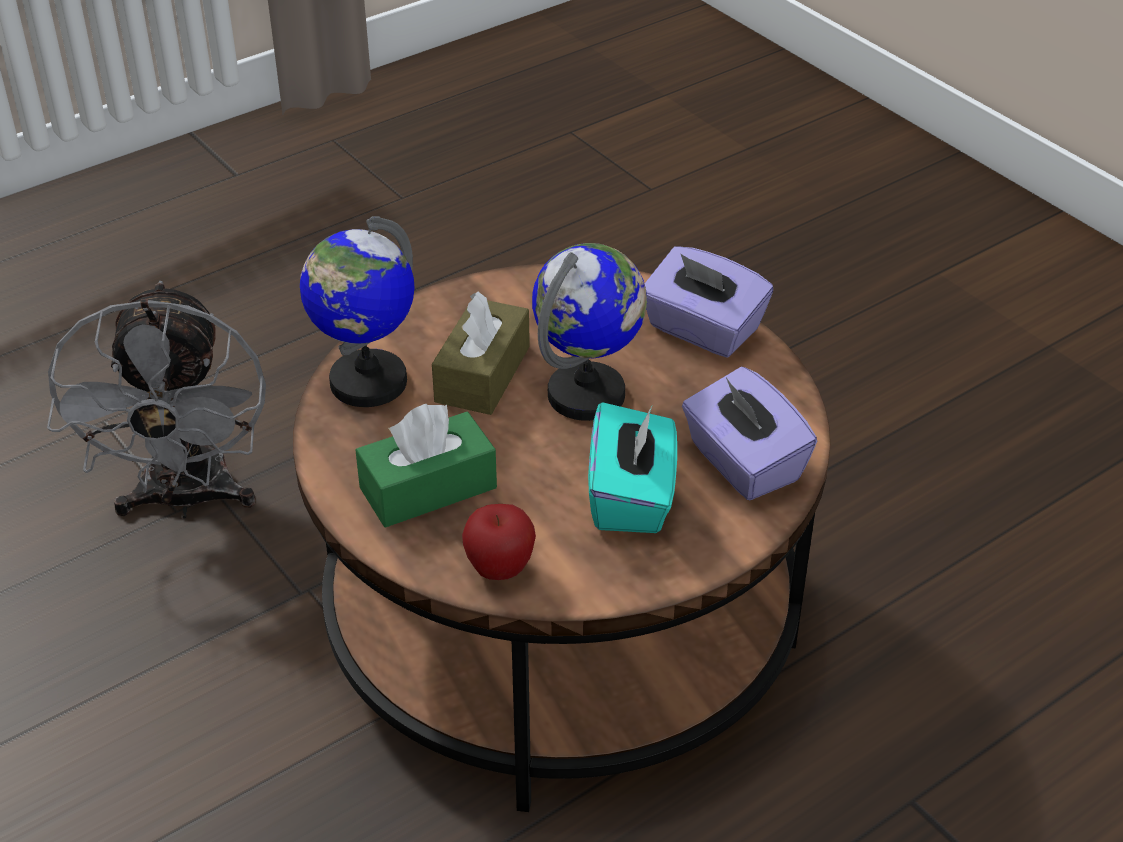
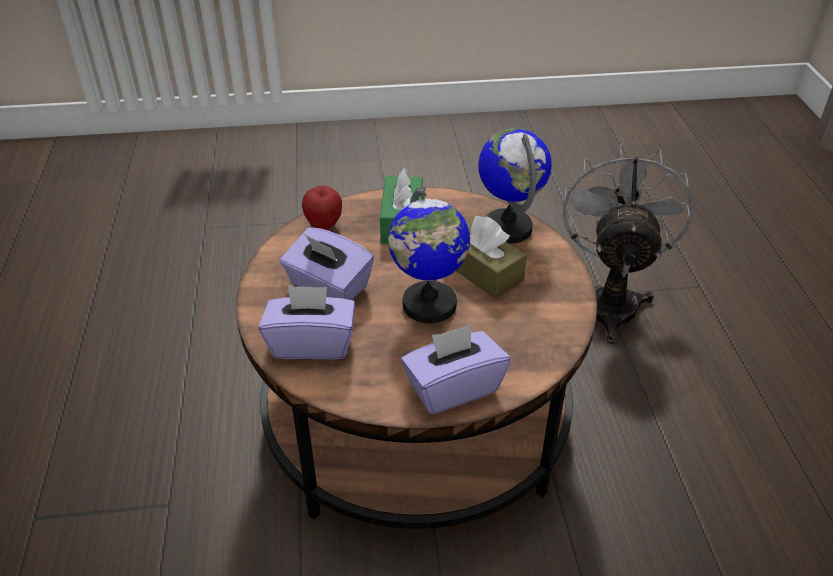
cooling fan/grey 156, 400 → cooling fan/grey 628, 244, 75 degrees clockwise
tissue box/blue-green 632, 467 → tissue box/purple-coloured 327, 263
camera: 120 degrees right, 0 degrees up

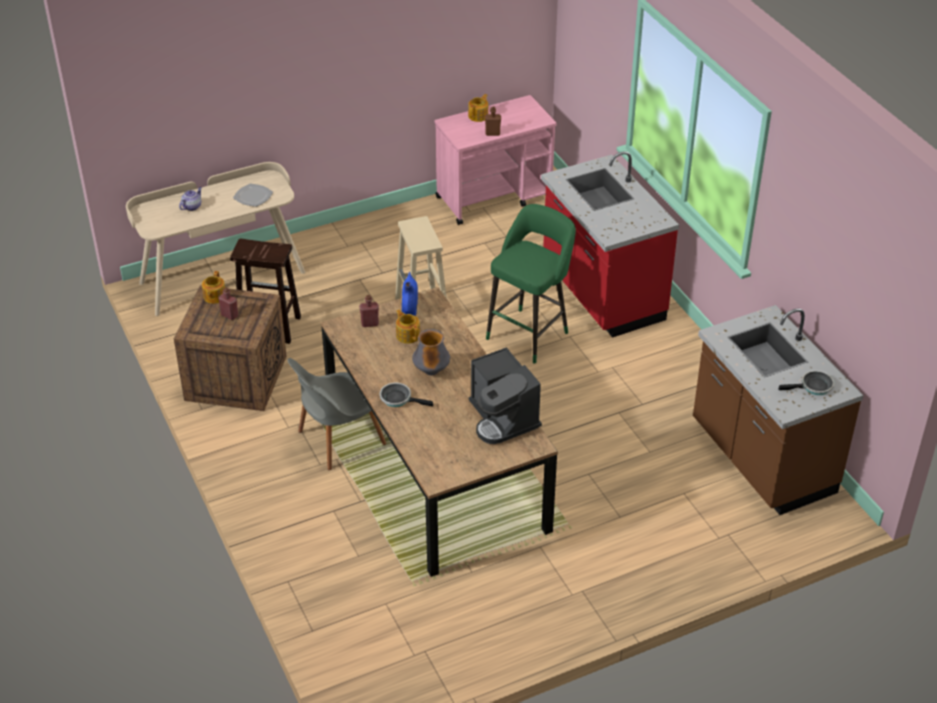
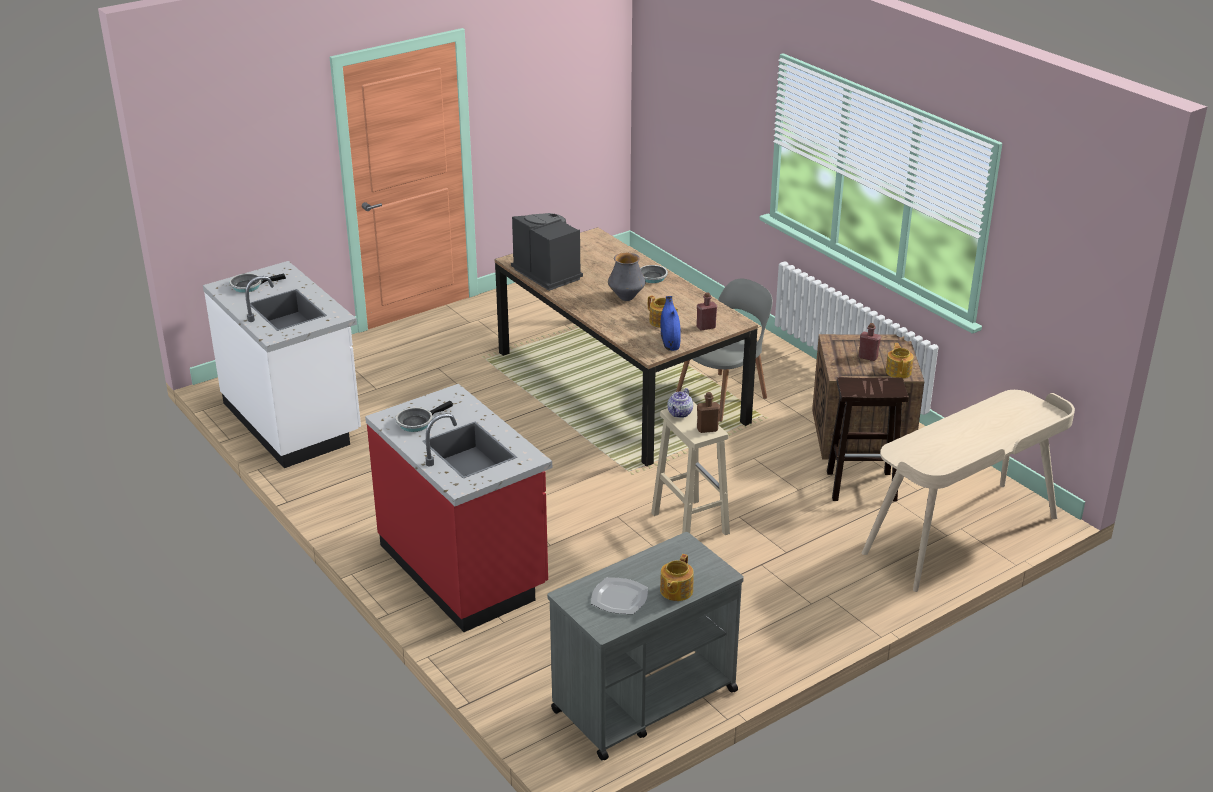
cart/pink-coloured 496, 160 → cart/grey 645, 646
beverage bottle/brown 493, 121 → beverage bottle/brown 708, 412, move
dinner plate 253, 195 → dinner plate 619, 595, move
pot for tea 190, 199 → pot for tea 680, 403, move
sitting stool/green 531, 284 → -
counter/brown 778, 410 → counter/white 282, 364
- → frying pan 424, 416
camera: 170 degrees right, 10 degrees down

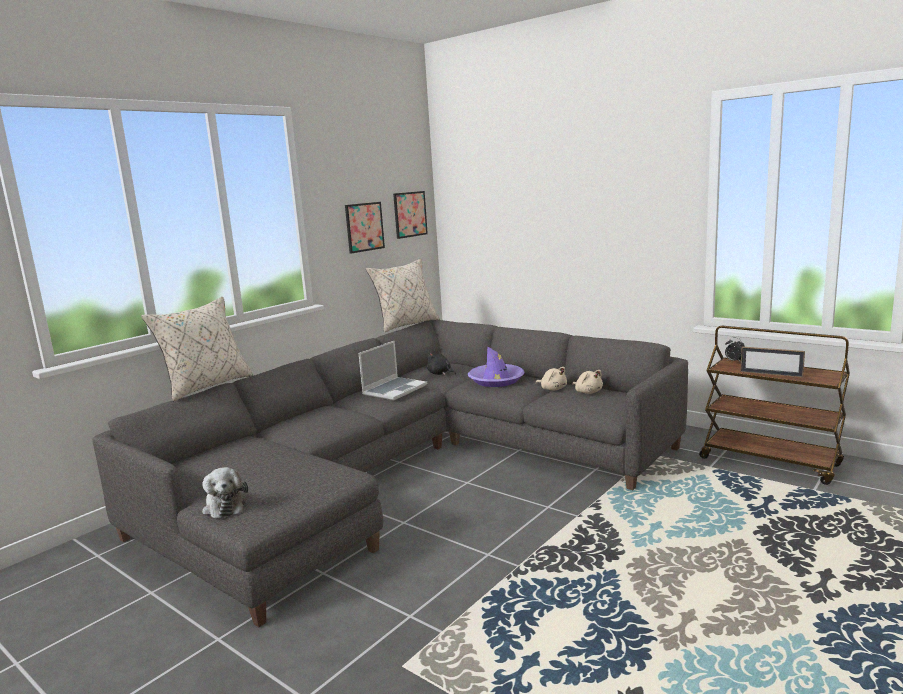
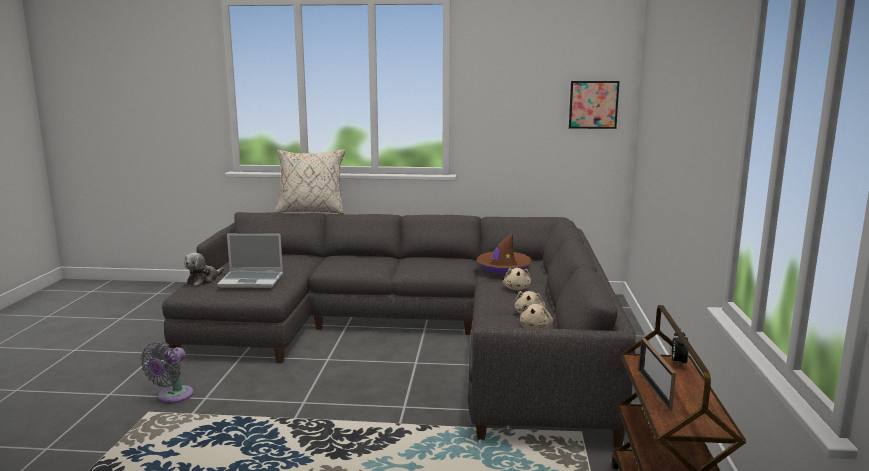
wall art 365, 228 → -
cushion/beige-coloured 403, 295 → -
laptop 393, 370 → laptop 250, 261, move
wearable hat/purple-coloured 496, 366 → cuddly toy/beige-coloured 517, 279
cuddly toy/blackish 441, 363 → wearable hat/brown 504, 254
- → cooling fan/grey 167, 373
camera: 55 degrees right, 0 degrees up

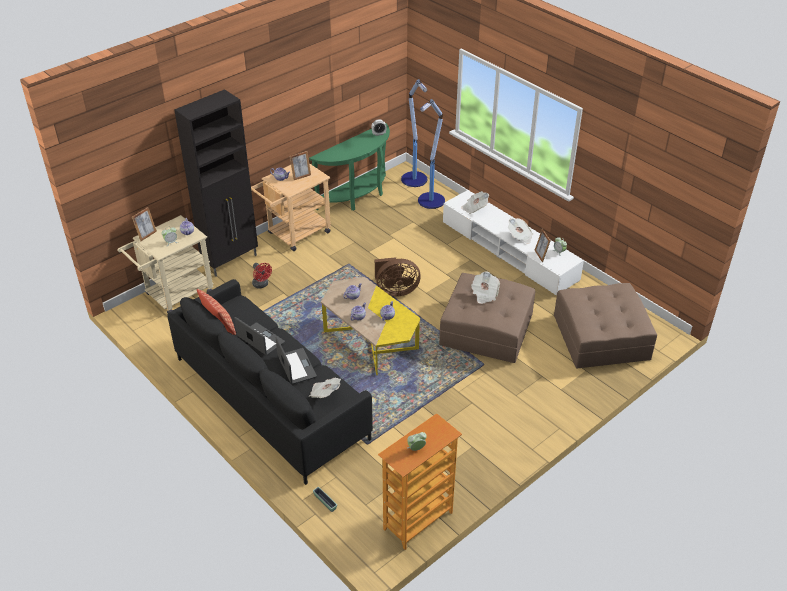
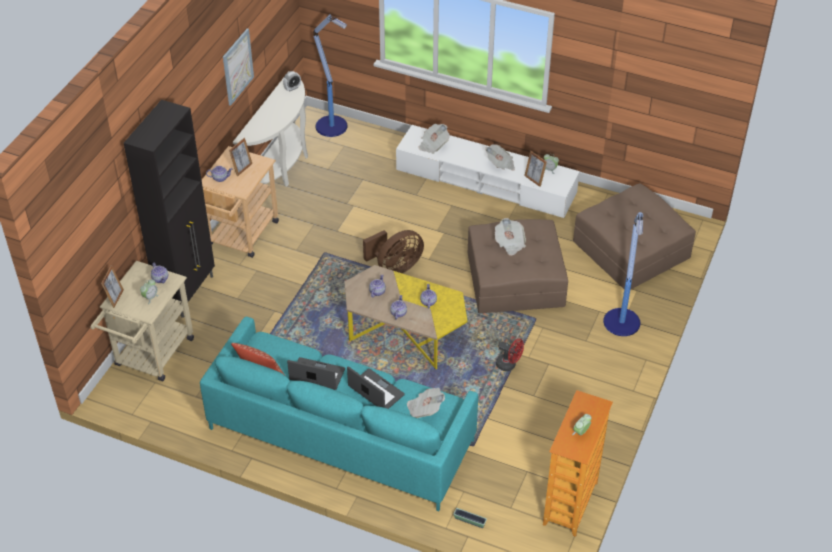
standard lamp 431, 154 → standard lamp 623, 274, move
narrow table/green 349, 167 → narrow table/white 270, 128
cooling fan/red-coloured 262, 276 → cooling fan/red-coloured 510, 355, move
settee/blackish 270, 382 → settee/blue-green 339, 414
- → wall art 238, 67
camera: 25 degrees left, 5 degrees up

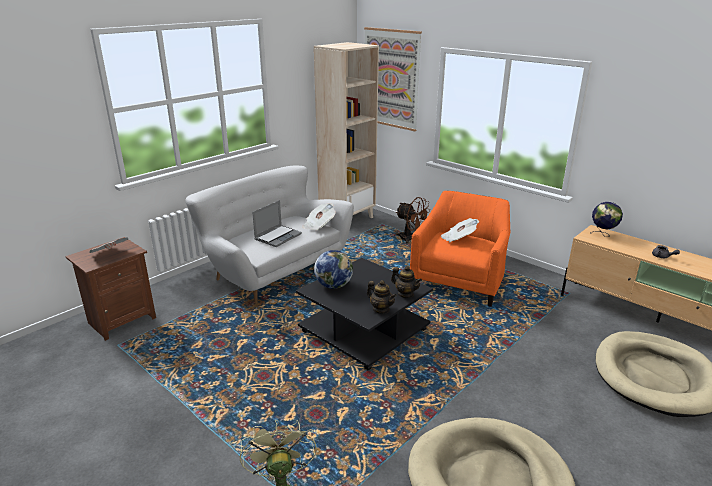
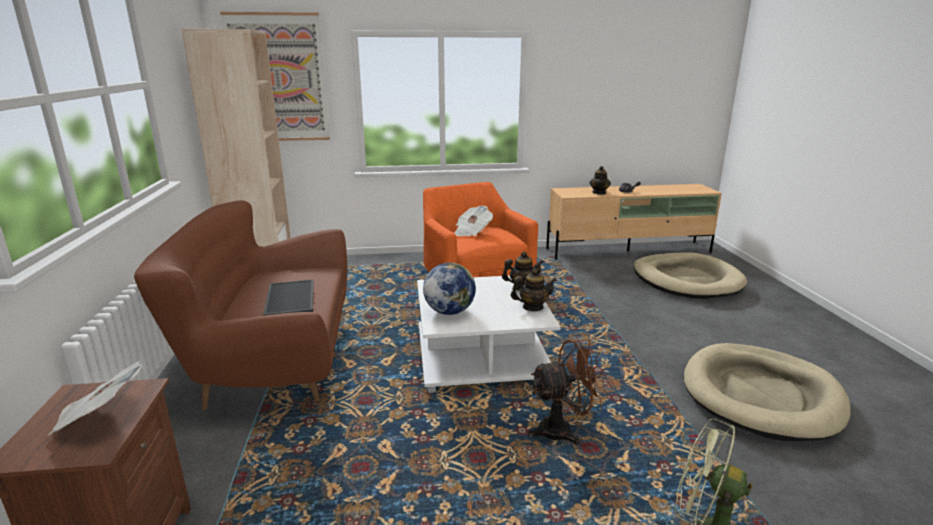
settee/white 269, 235 → settee/brown 240, 305
cooling fan/brown 413, 220 → cooling fan/brown 568, 392, move
laptop 277, 223 → carrying tray 288, 297
world globe 606, 219 → -
printed paper 319, 216 → -
coffee table/blackish 364, 314 → coffee table/white 489, 334
- → pot for tea 600, 180
camera: 50 degrees left, 5 degrees down

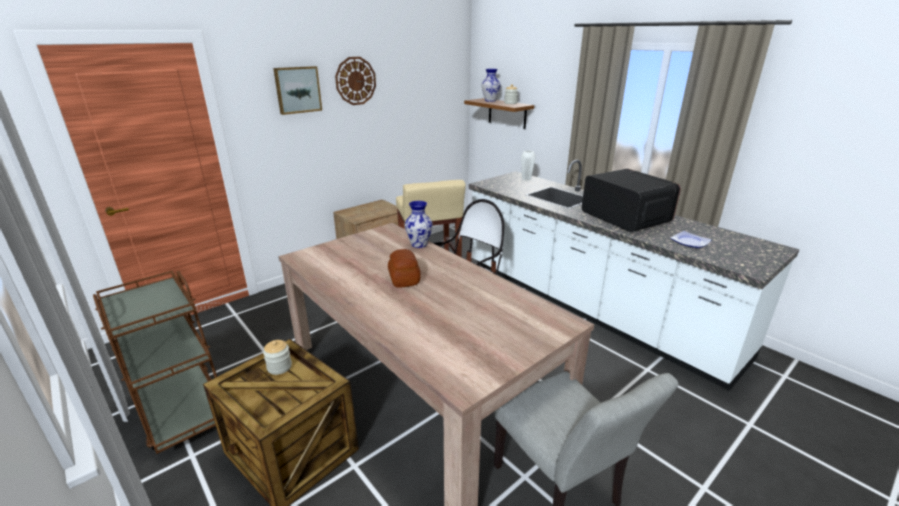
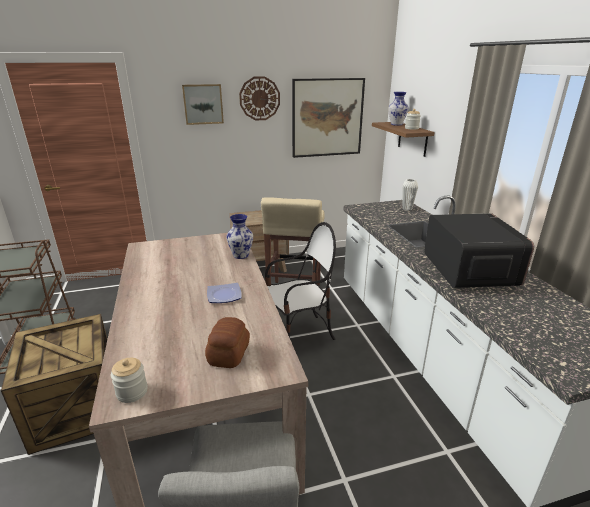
dinner plate 690, 239 → dinner plate 224, 293, move
bakery bread 404, 268 → bakery bread 227, 342, move
storage jar 277, 357 → storage jar 129, 380, move
- → wall art 328, 118
camera: 25 degrees right, 0 degrees up

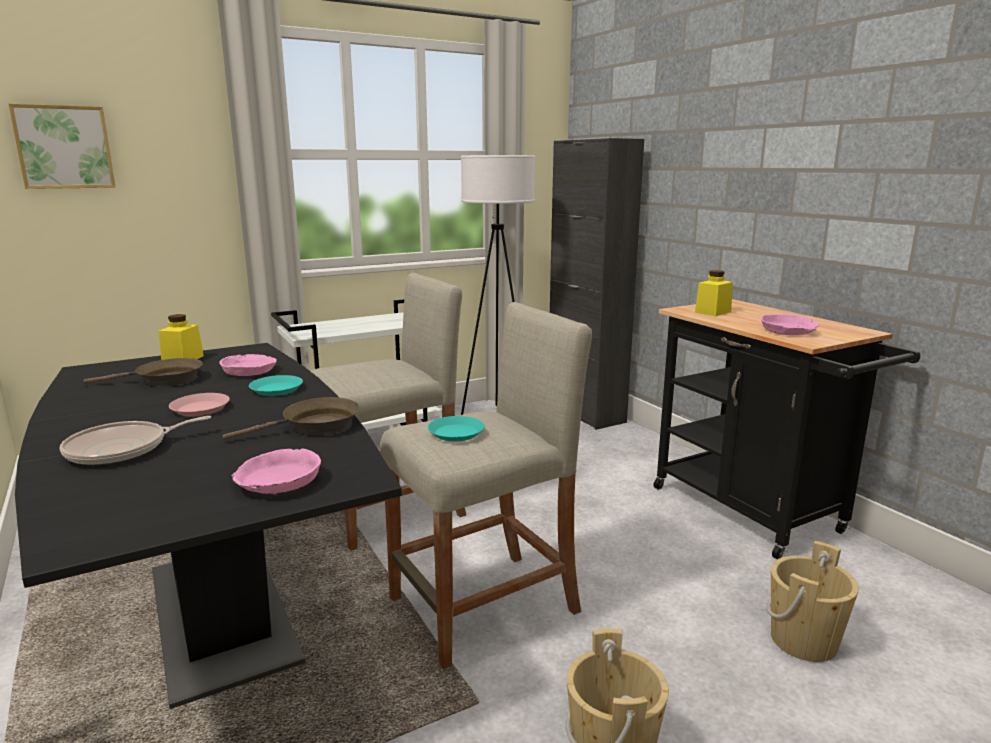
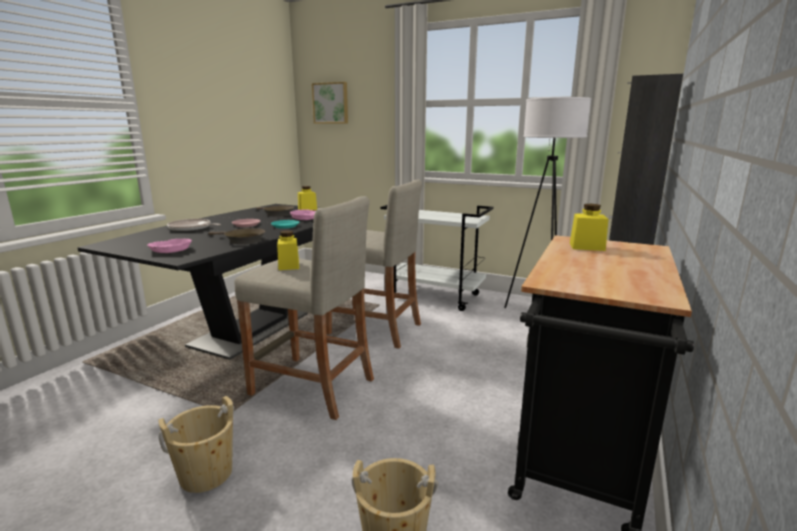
deep dish/pink-coloured 790, 324 → -
dinner plate/blue-green 456, 428 → storage jar/yellowish 288, 250
camera: 55 degrees right, 0 degrees up

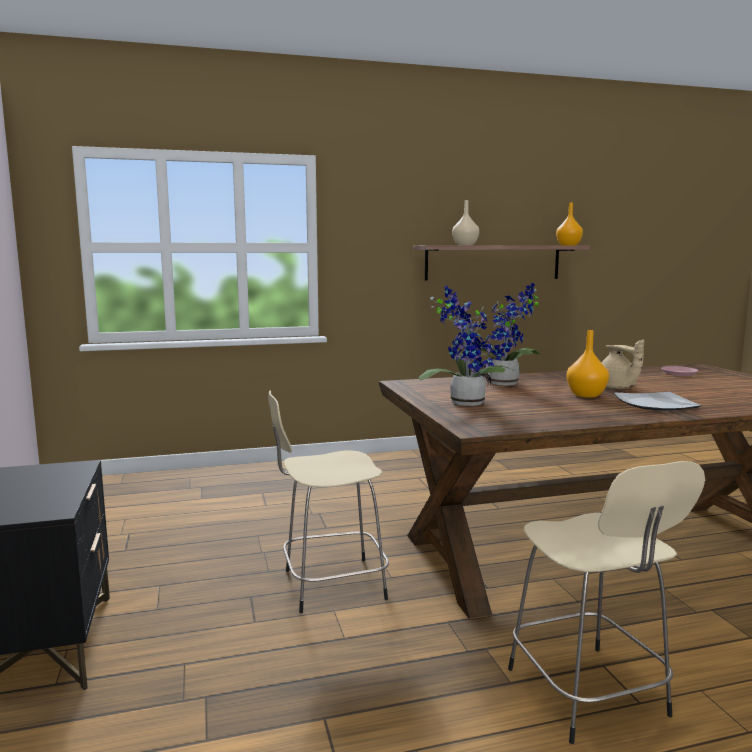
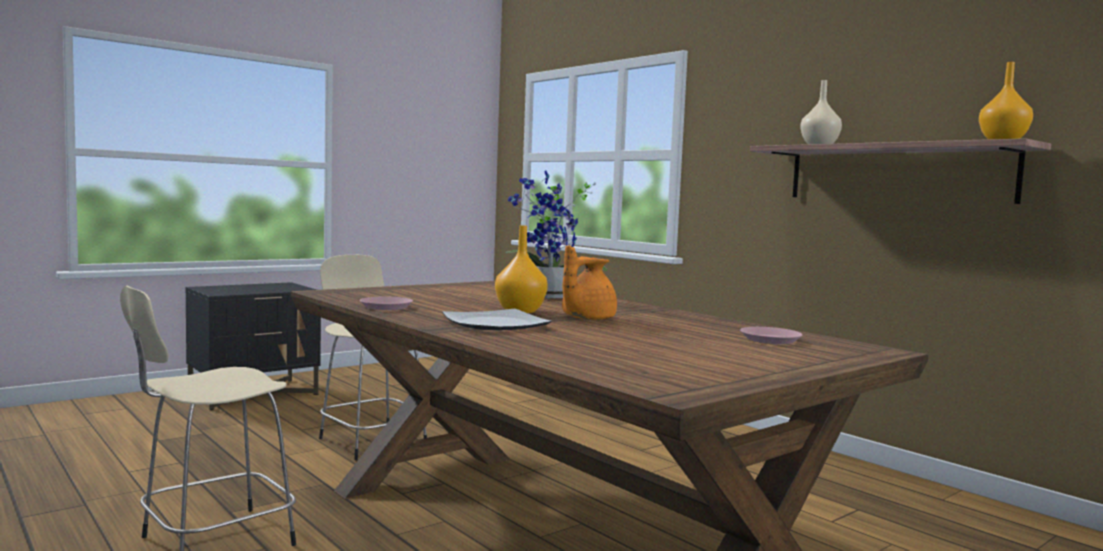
houseplant 466, 346 → -
pot for tea/beige-coloured 622, 364 → pot for tea/orange-coloured 589, 282
- → dinner plate/pink-coloured 386, 303
camera: 65 degrees right, 5 degrees down

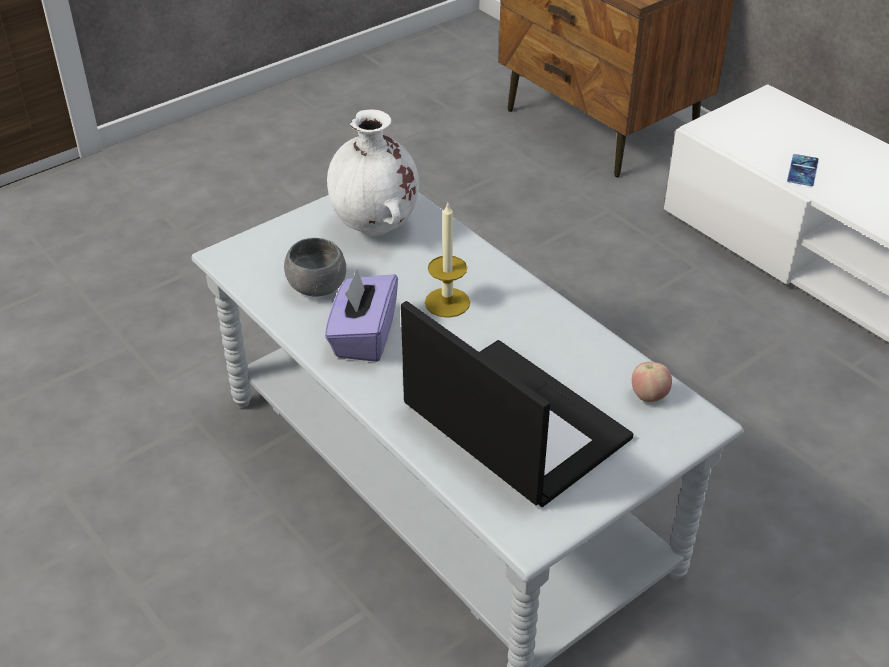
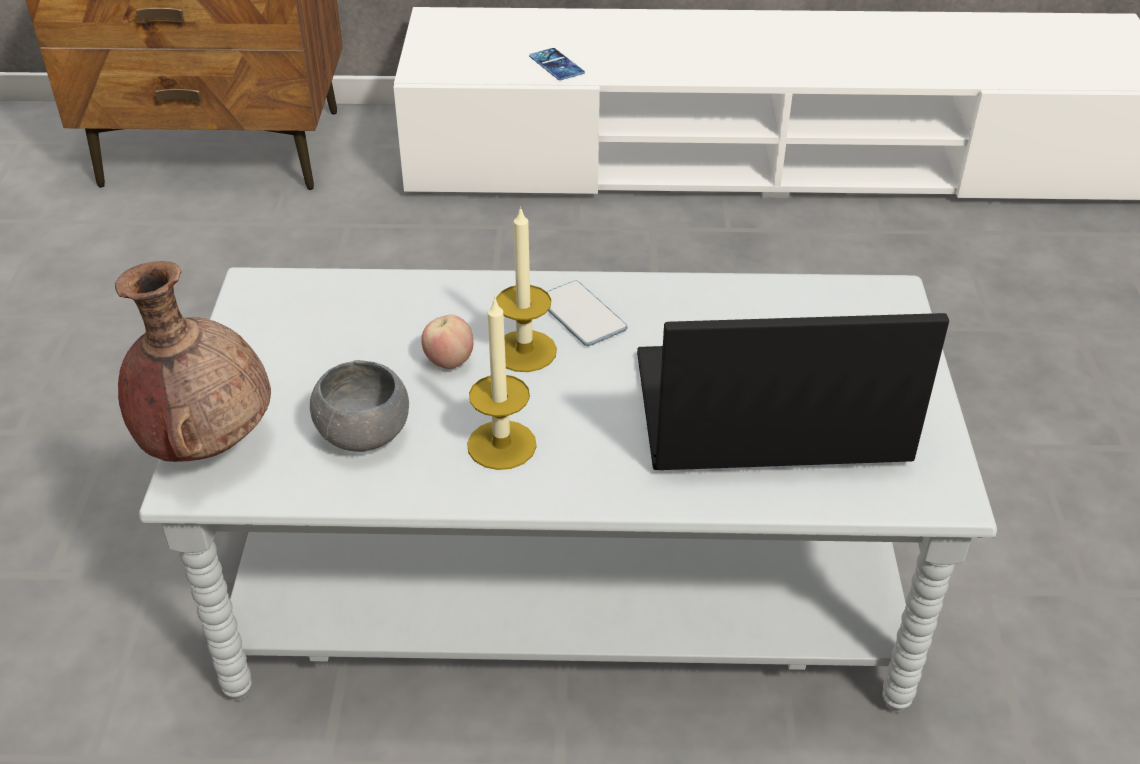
decorative vase/white 373, 172 → -
tissue box/purple-coloured 361, 315 → candle 502, 383
apple 652, 382 → apple 447, 342, move
- → decorative vase/brown 193, 361
- → telephone 587, 313
camera: 50 degrees left, 0 degrees up

